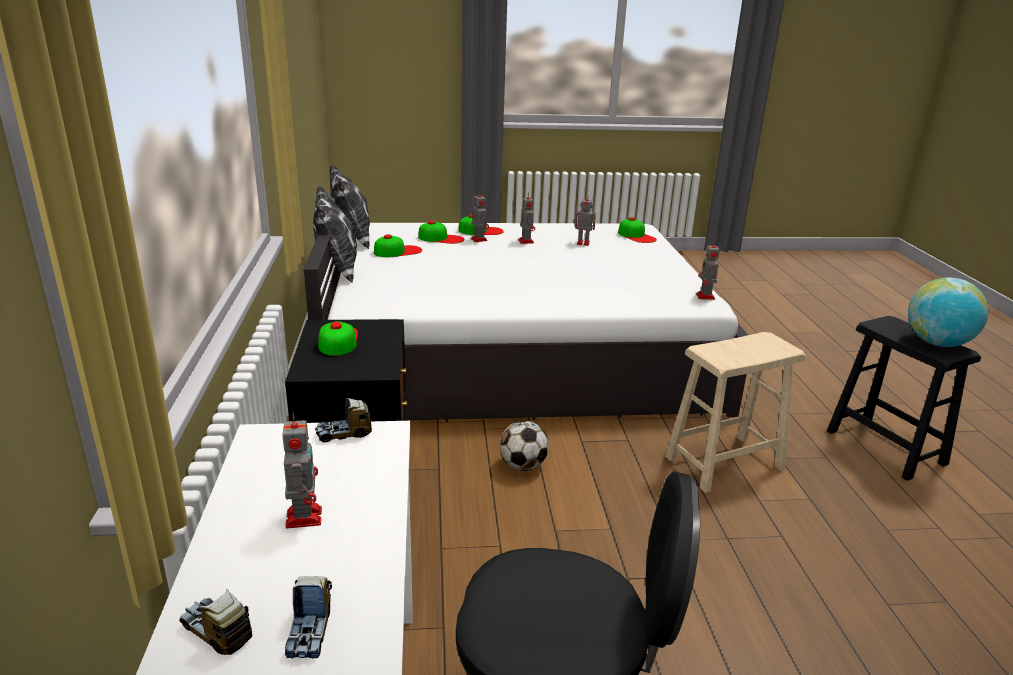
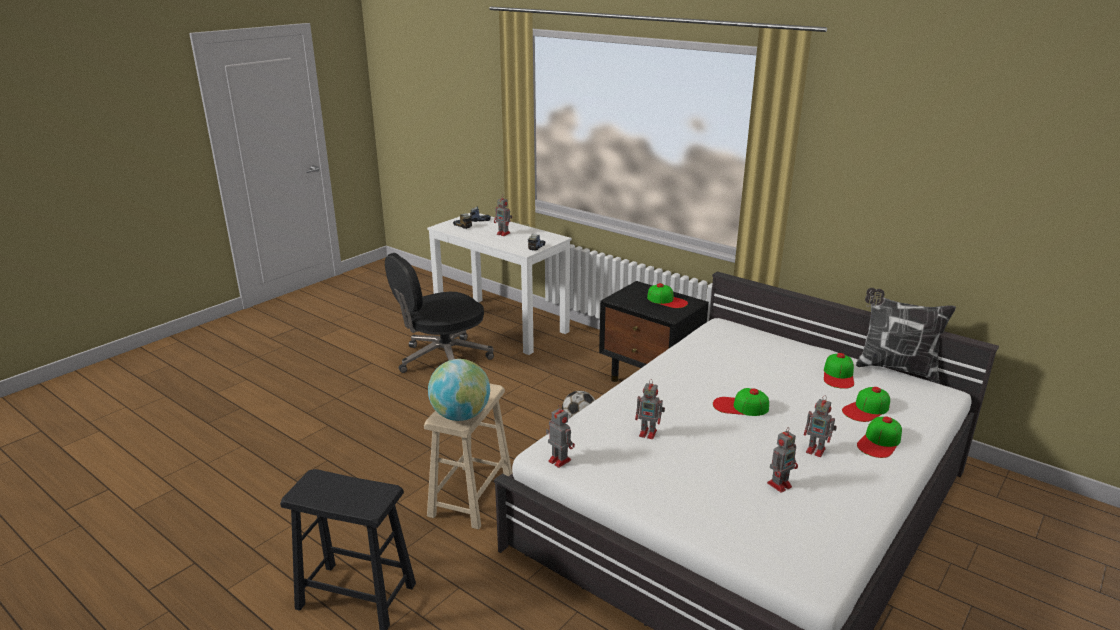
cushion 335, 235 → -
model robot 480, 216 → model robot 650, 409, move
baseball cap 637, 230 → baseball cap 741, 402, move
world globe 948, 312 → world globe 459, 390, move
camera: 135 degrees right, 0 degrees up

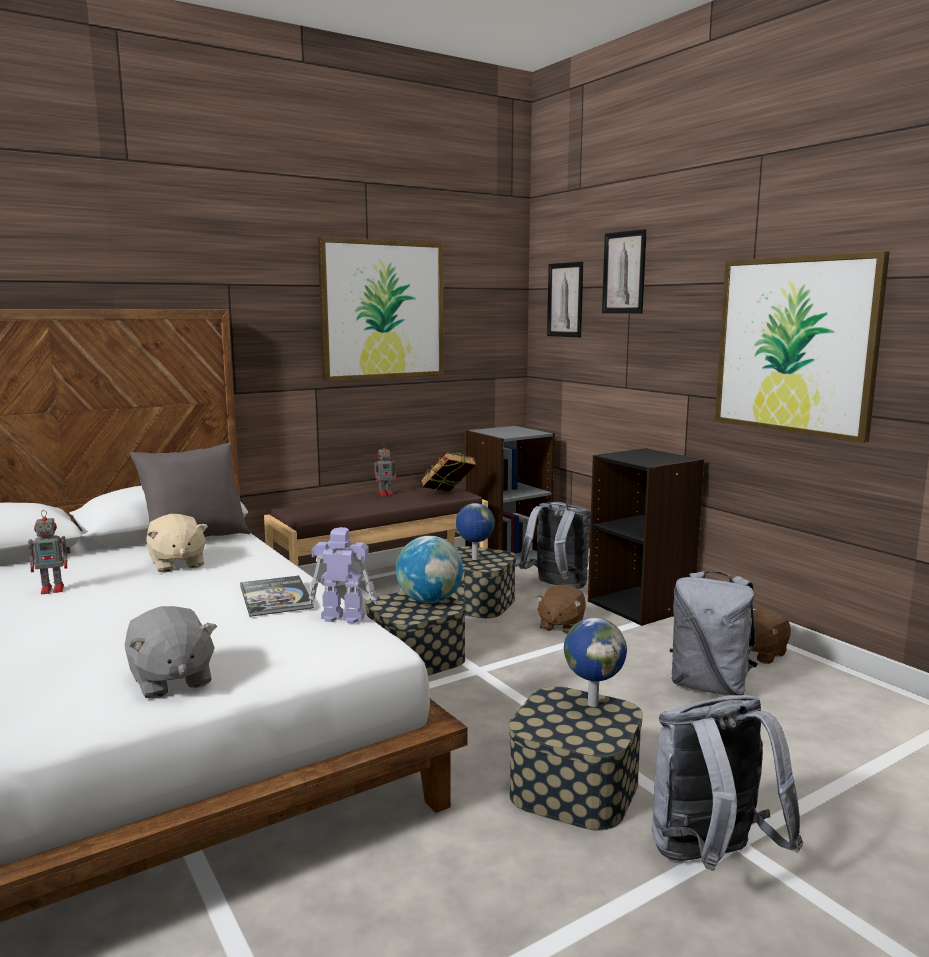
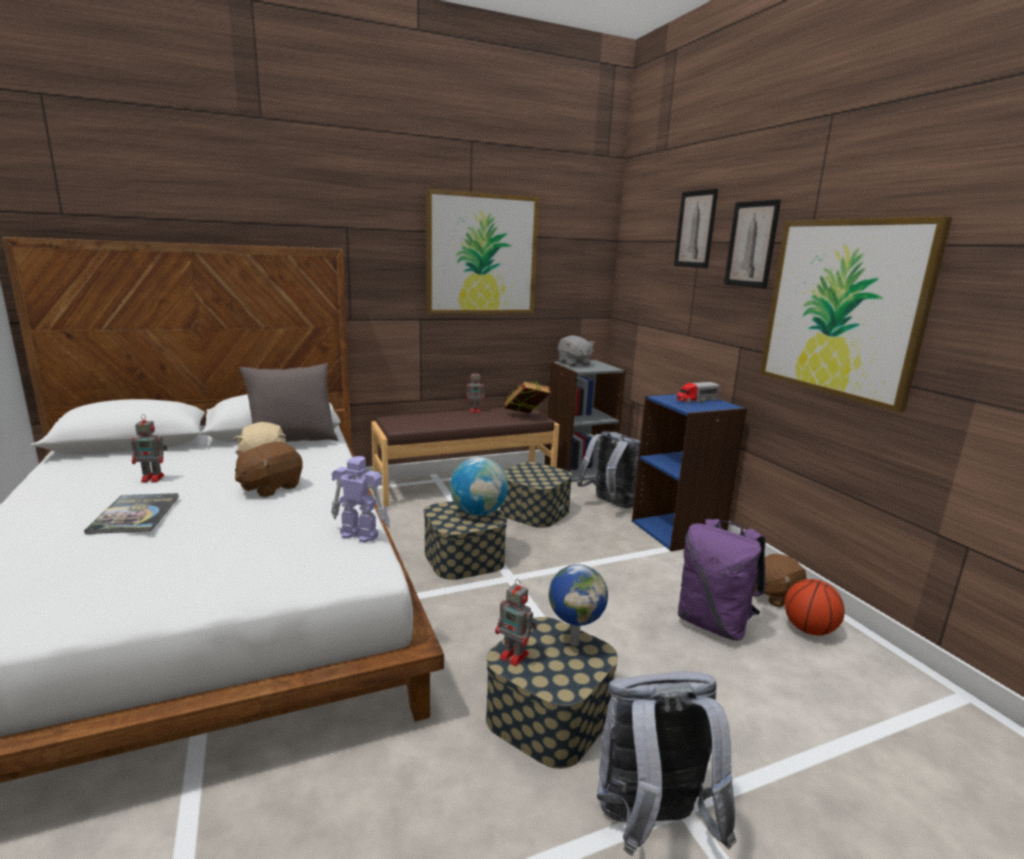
wall art 565, 299 → wall art 752, 244, move
shelving unit/blackish 646, 537 → shelving unit/blue 689, 472
world globe 475, 531 → -
knapsack/grey 714, 633 → knapsack/purple-coloured 721, 579
bound book 277, 596 → bound book 131, 513, move
cuddly toy/brown 561, 609 → cuddly toy/brown 269, 469, move
cuddly toy/grey 171, 652 → cuddly toy/grey 576, 350, move
- → toy lorry 698, 393
- → model robot 516, 622
- → ball for basketball 815, 607
camera: 10 degrees right, 5 degrees up

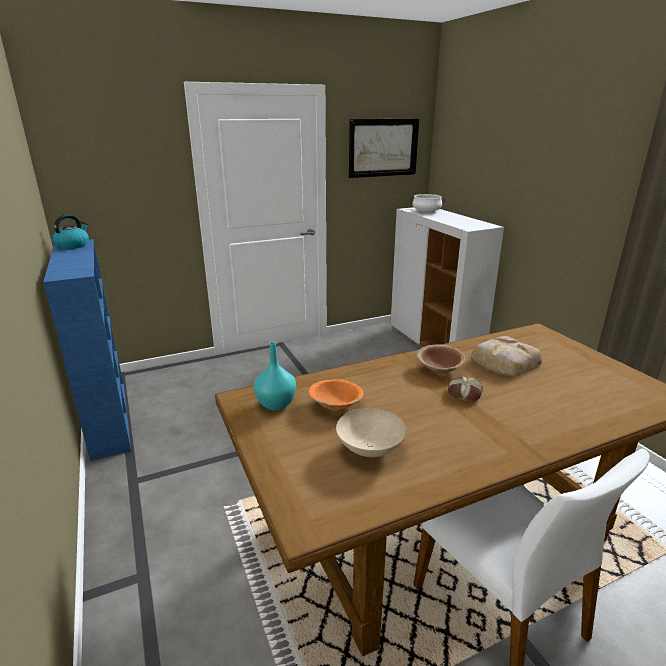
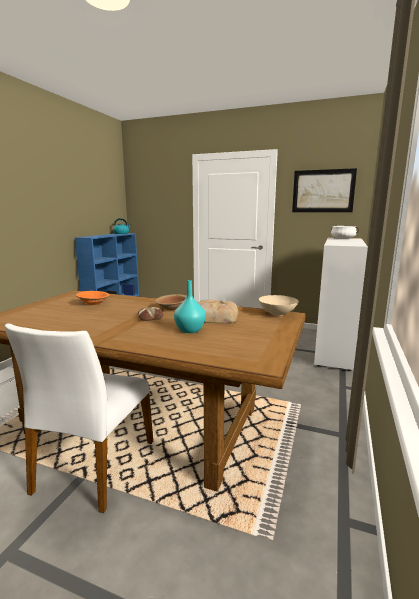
decorative vase/blue-green 275, 376 → decorative vase/blue-green 190, 306, move
deep dish/beige-coloured 371, 432 → deep dish/beige-coloured 278, 305, move
camera: 45 degrees right, 10 degrees down

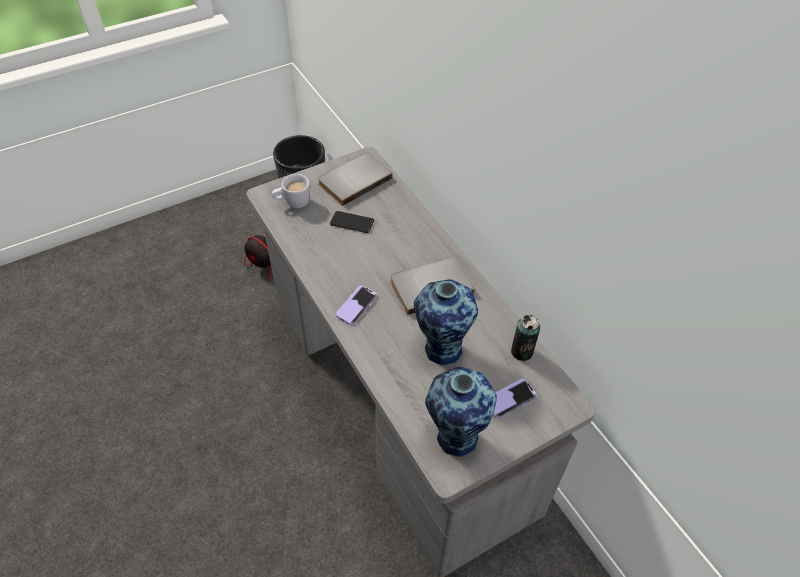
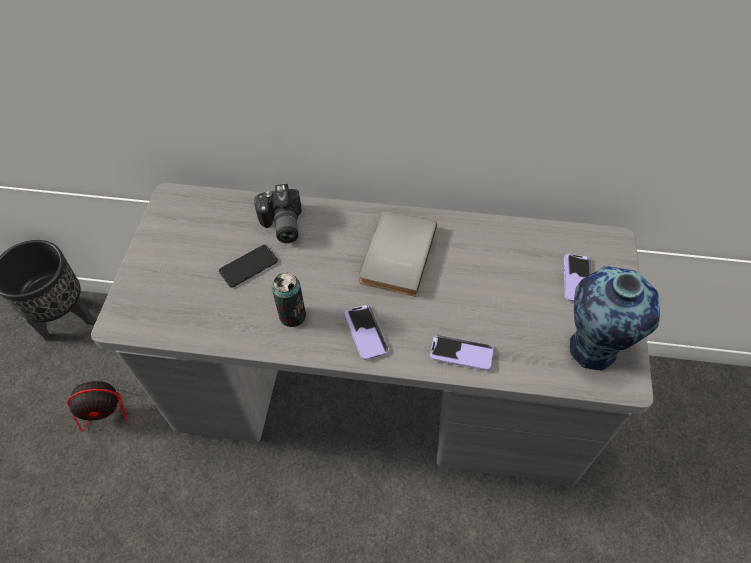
bound book/grey 355, 179 → -
tea mug/white 291, 191 → -
decorative vase 446, 322 → -
sealed can 525, 338 → sealed can 289, 299, move
- → photo camera 278, 213
- → telephone 461, 353
camera: 50 degrees left, 5 degrees up

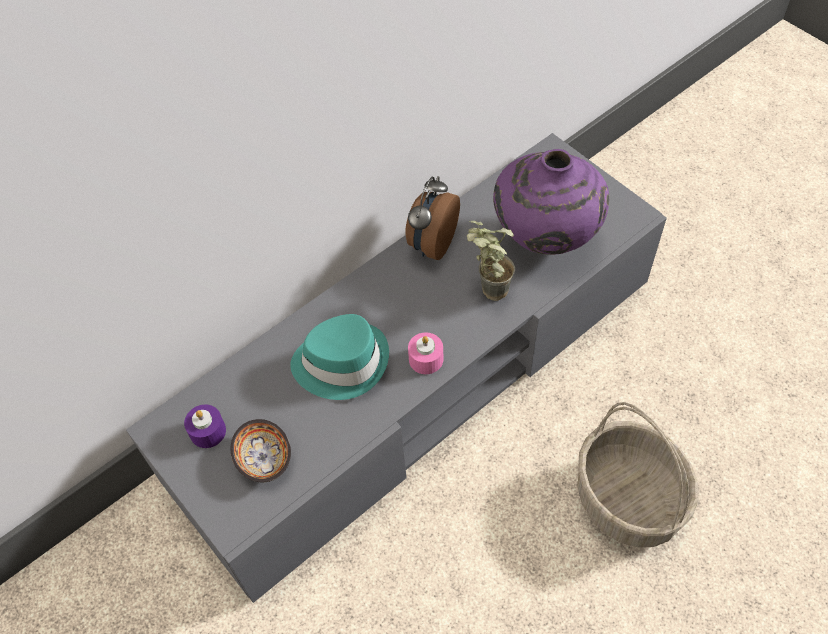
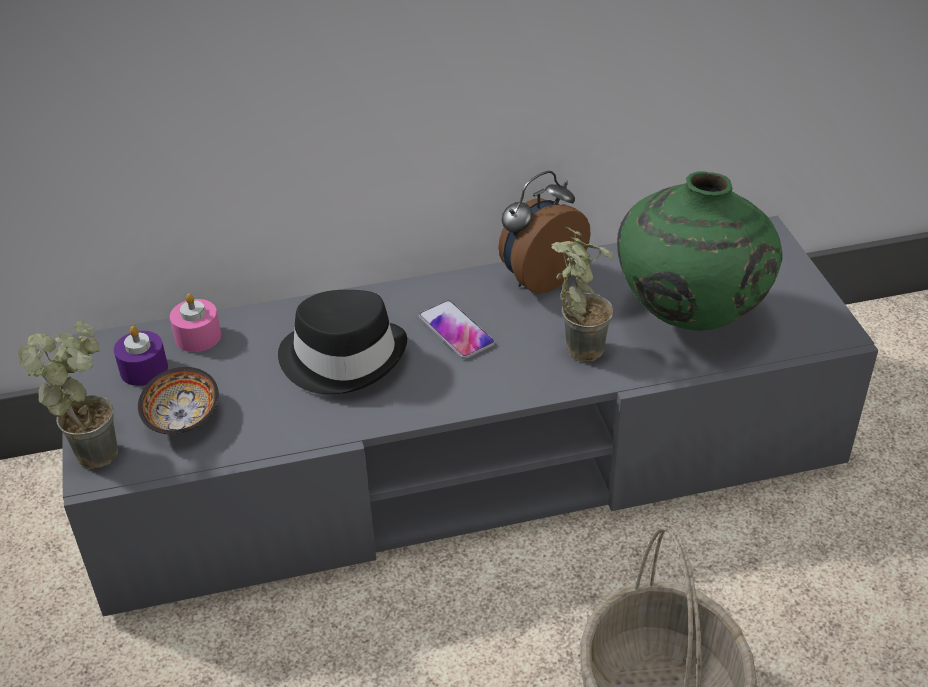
decorative vase/purple-coloured 551, 202 → decorative vase/green 700, 251
wearable hat/blue-green 339, 357 → wearable hat/blackish 342, 342
candle/pink-coloured 425, 353 → candle/pink-coloured 195, 322, move
- → telephone 456, 329
- → houseplant 67, 394
camera: 25 degrees right, 15 degrees down

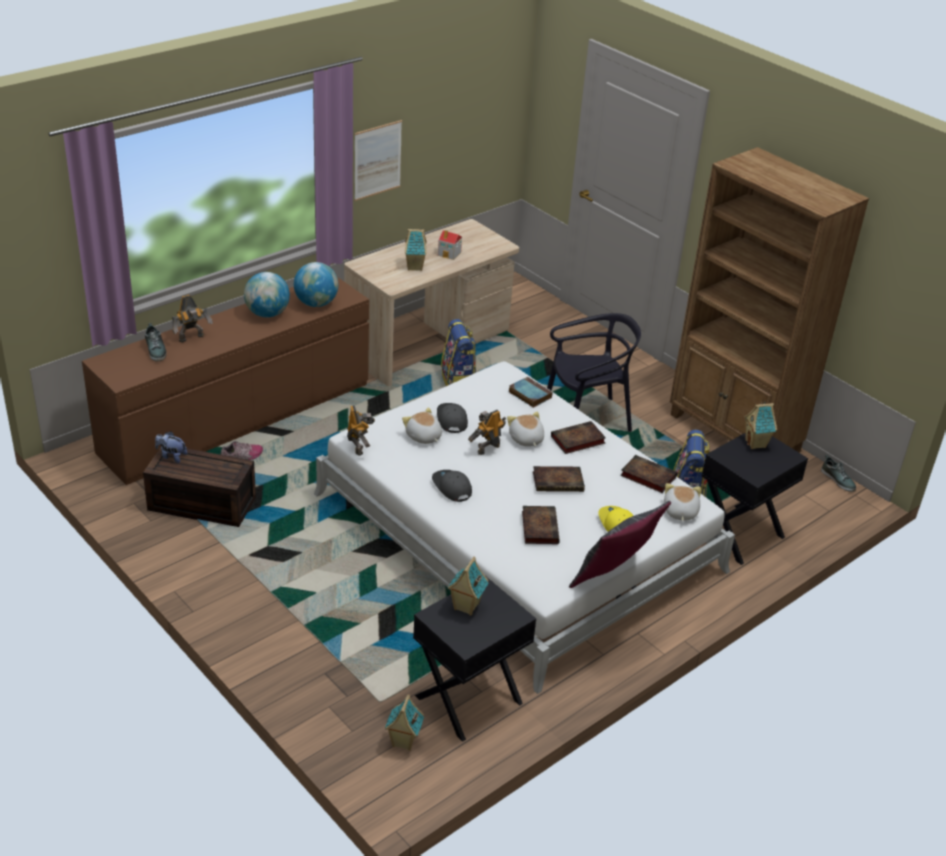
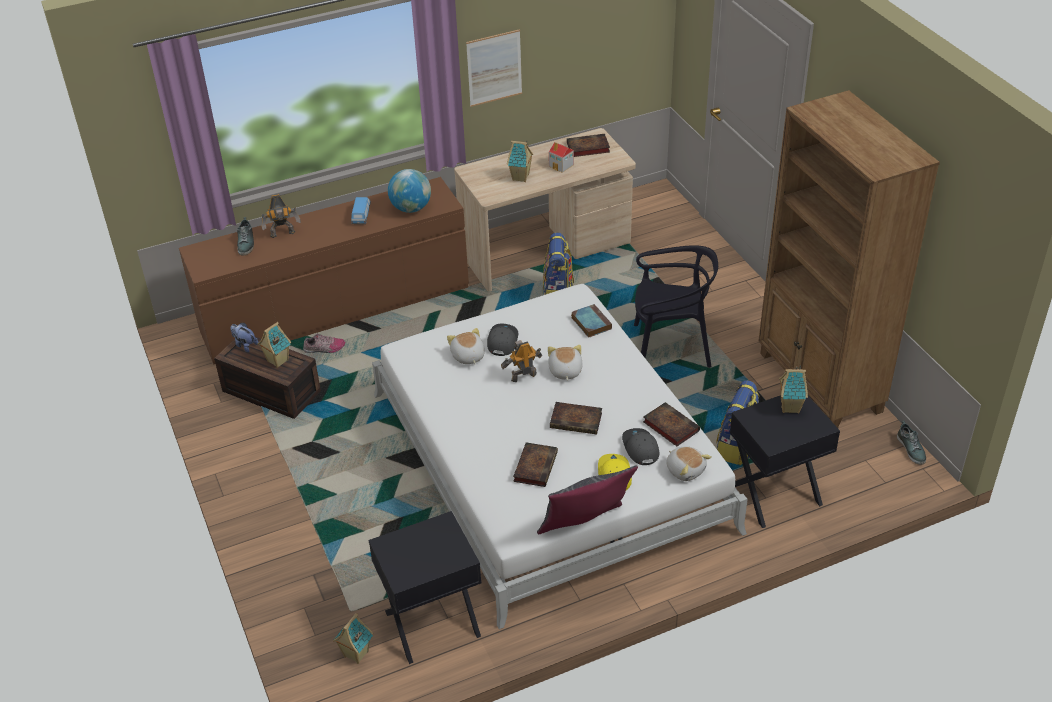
world globe 267, 294 → model car 361, 210
model robot 361, 430 → -
bound book 578, 437 → bound book 588, 145, move
baseball cap/grey 452, 486 → baseball cap/grey 641, 446, move
cuddly toy 682, 502 → cuddly toy 689, 463, 120 degrees clockwise
miniature house 468, 586 → miniature house 274, 345, move
camera: 20 degrees right, 5 degrees up

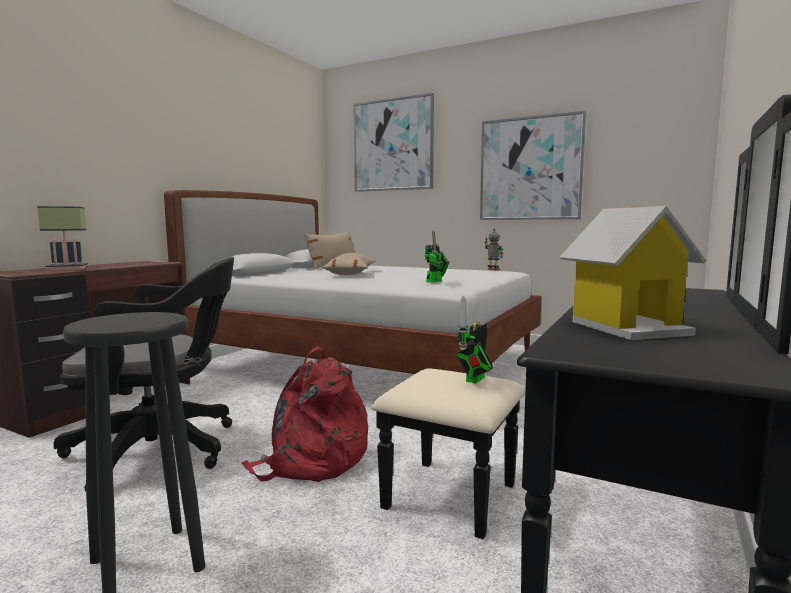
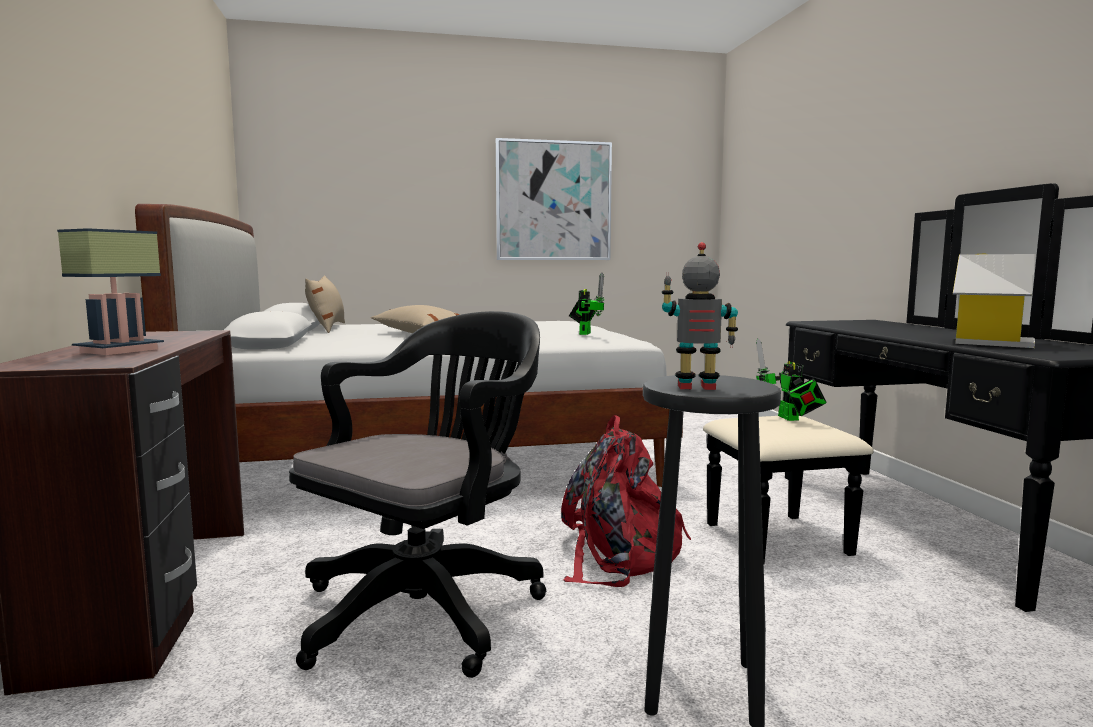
wall art 394, 142 → -
model robot 493, 249 → model robot 700, 316, move
camera: 40 degrees left, 0 degrees up

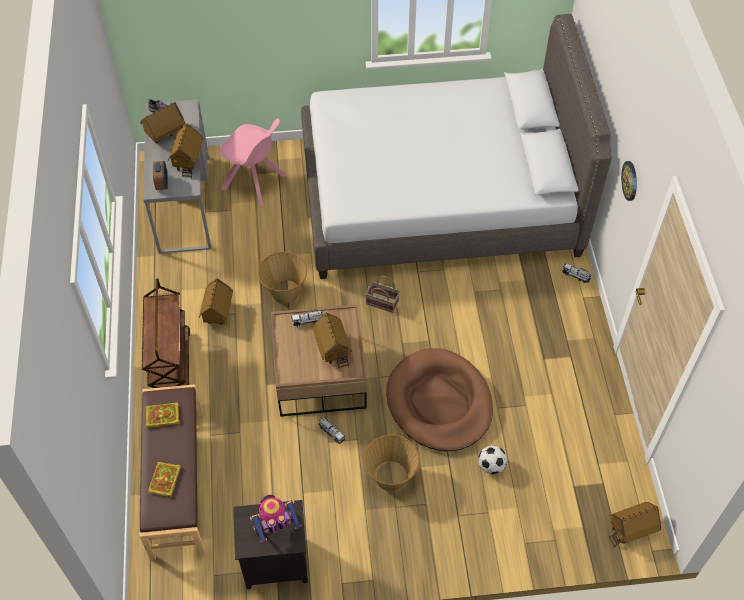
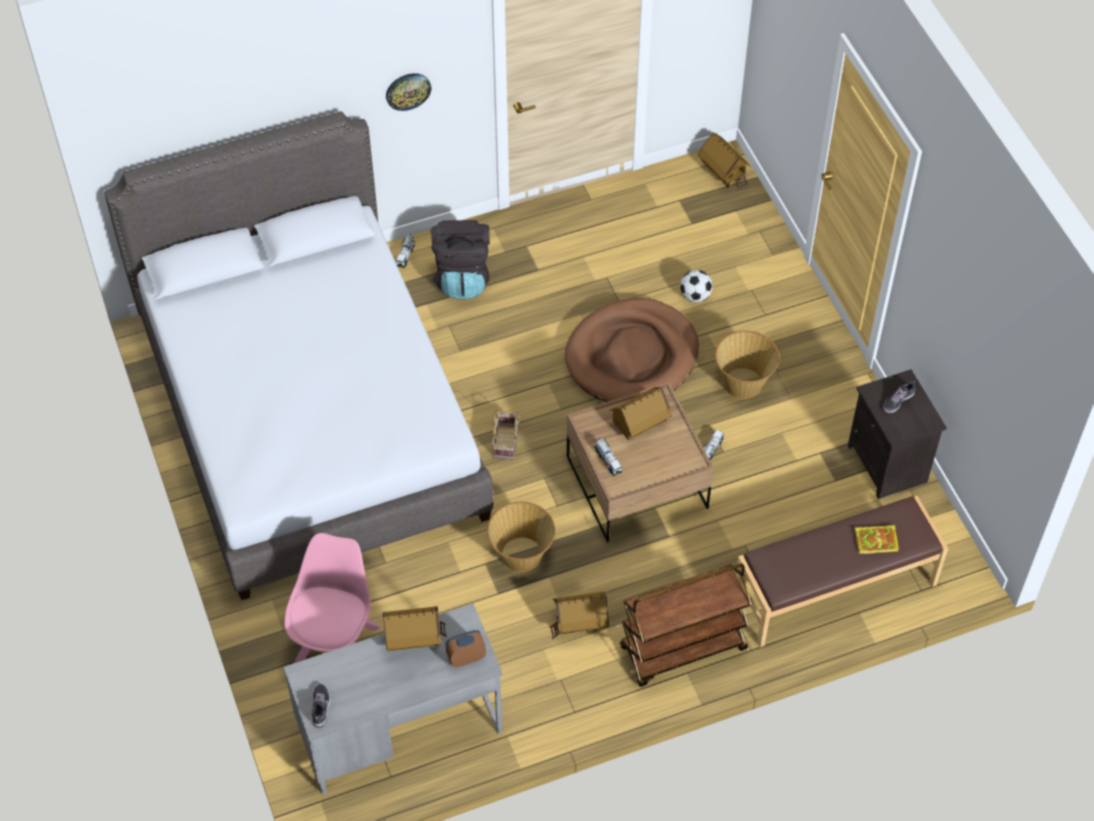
miniature house 163, 122 → -
bound book 163, 415 → -
model robot 276, 519 → shoe 899, 397
- → knapsack/blackish 460, 259
camera: 105 degrees left, 0 degrees up

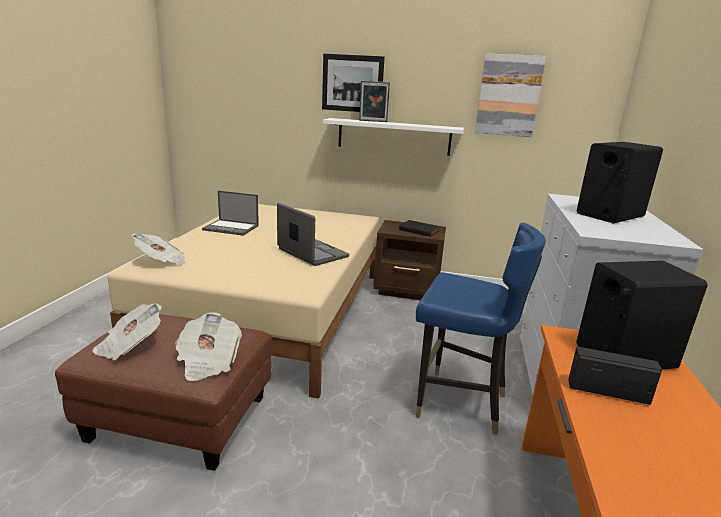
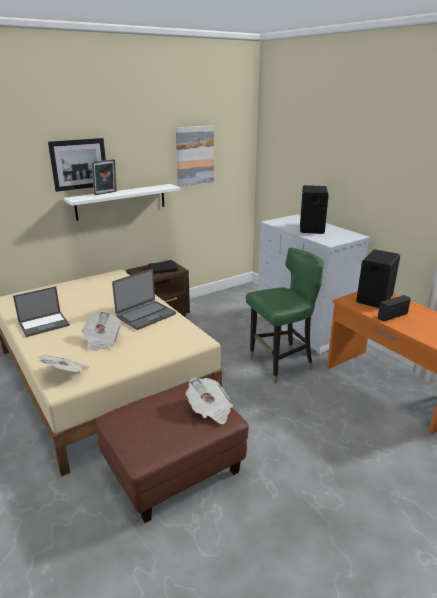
laptop 313, 234 → laptop 144, 299, 135 degrees clockwise
chair/blue 481, 329 → chair/green 285, 315
printed paper 127, 331 → printed paper 102, 331, move
camera: 45 degrees left, 5 degrees up

